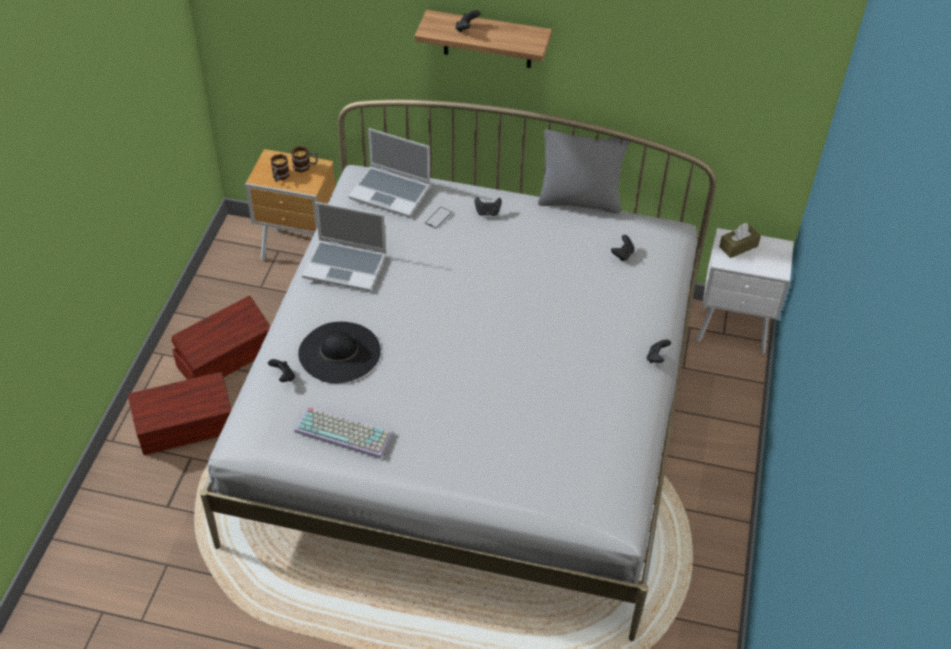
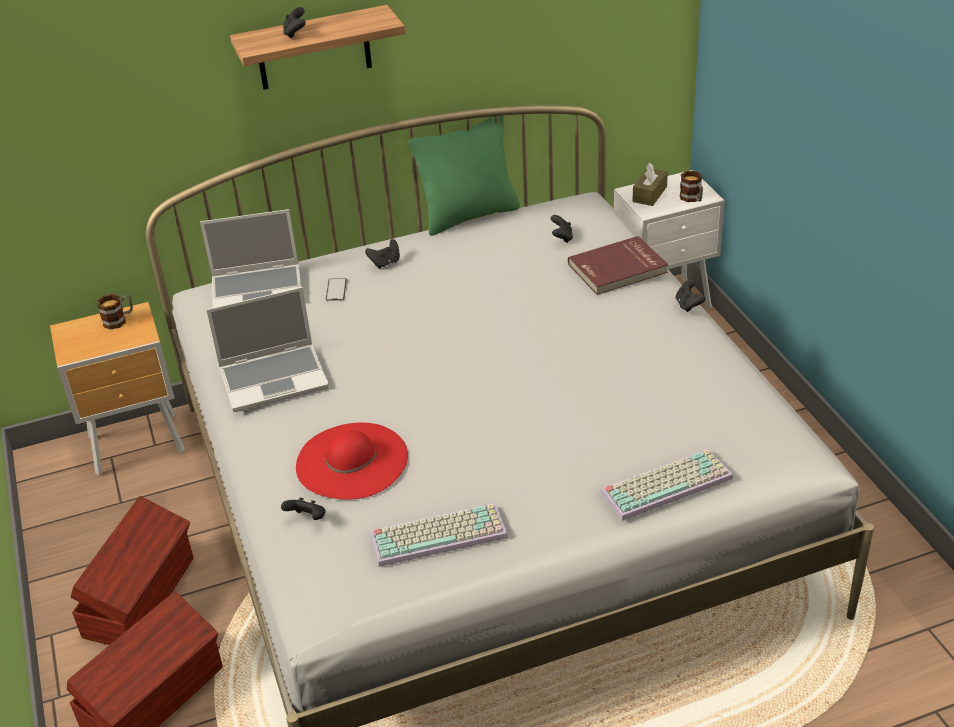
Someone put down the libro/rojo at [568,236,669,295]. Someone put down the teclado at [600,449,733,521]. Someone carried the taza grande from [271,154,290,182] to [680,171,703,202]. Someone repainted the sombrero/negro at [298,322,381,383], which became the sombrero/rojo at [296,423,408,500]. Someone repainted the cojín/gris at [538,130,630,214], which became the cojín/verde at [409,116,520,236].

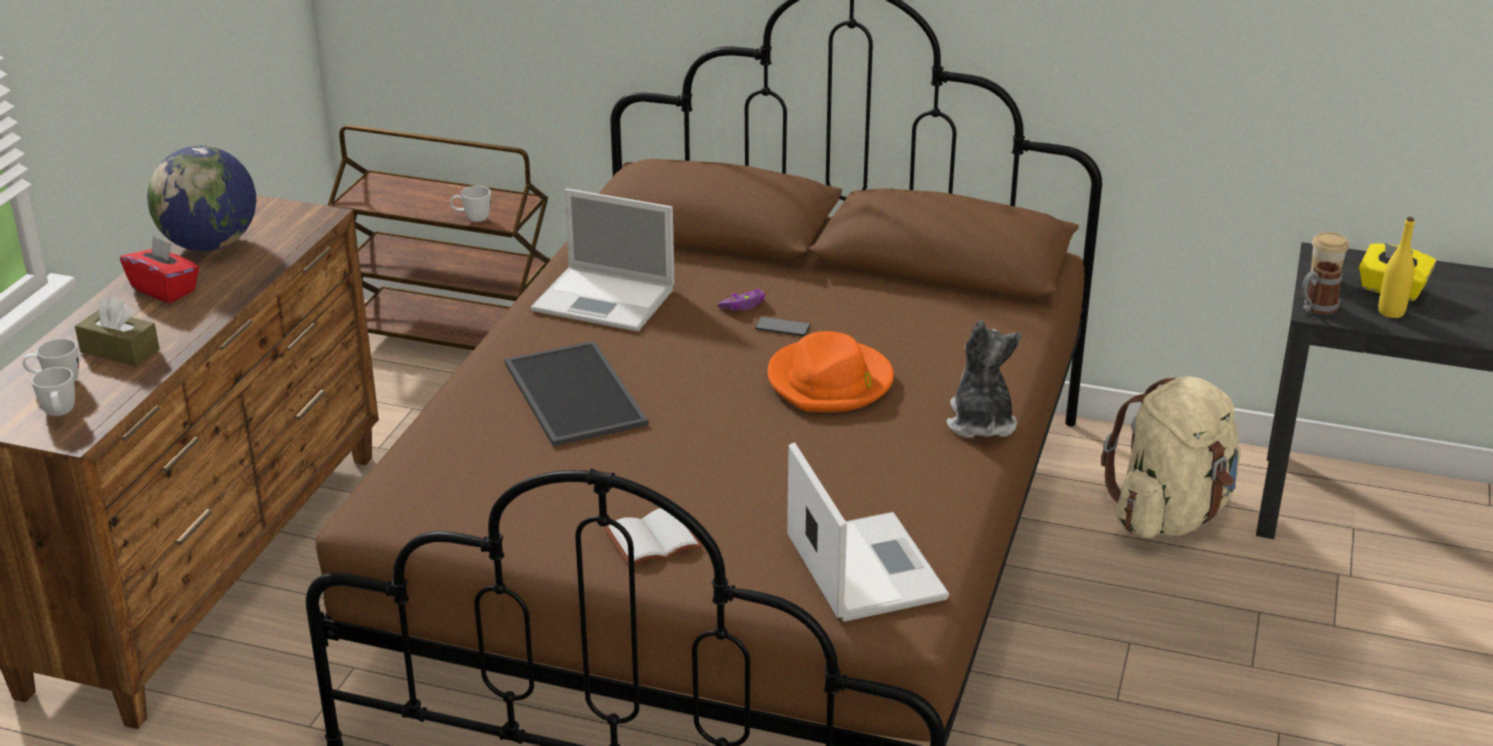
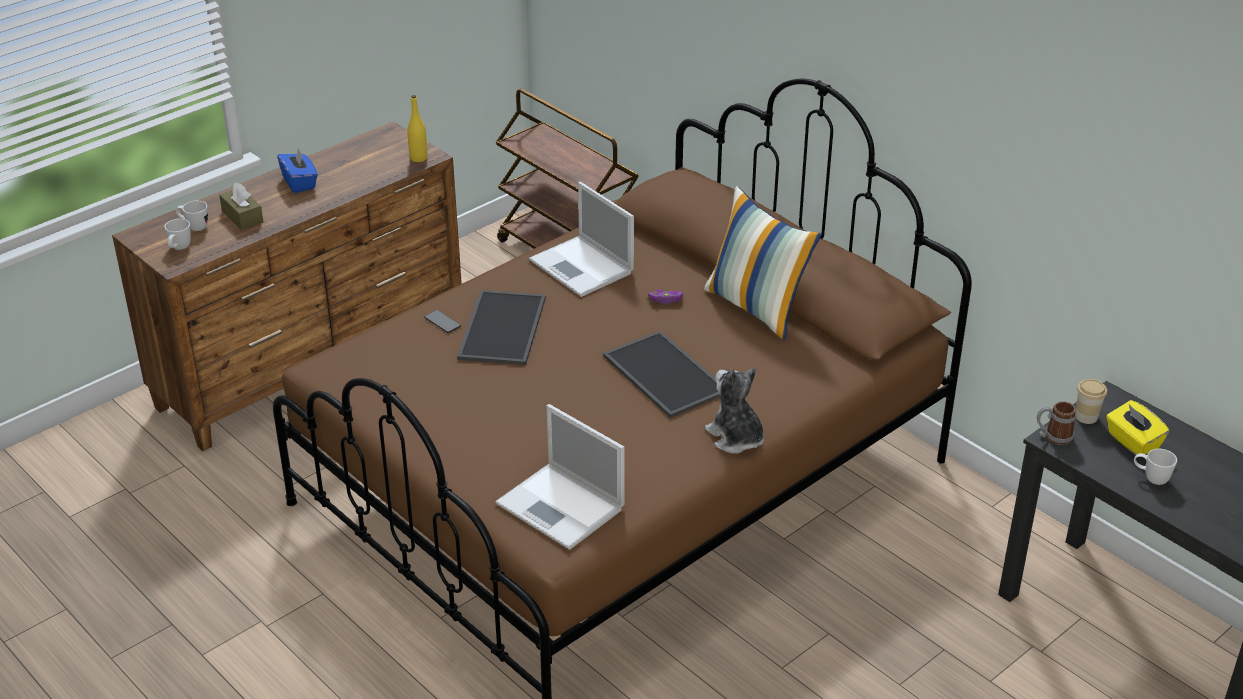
Someone took away the globo terráqueo at [147,146,256,251]. Someone took away the libro/blanco at [604,508,702,566]. Someone took away the mochila/beis at [1101,376,1241,538]. Someone put down the cojín at [704,186,821,340]. Someone carried the taza grande/blanco from [450,186,491,222] to [1134,449,1177,485]. Someone carried the móvil from [755,317,810,336] to [424,310,461,333]. Someone carried the botella/amarillo from [1378,217,1415,318] to [407,95,427,162]. Someone swapped the sombrero/naranja at [768,331,894,412] for the bandeja at [603,331,720,418]. Someone repainted the caja de pañuelos/rojo at [120,235,199,303], which became the caja de pañuelos/azul at [277,147,318,193]. Someone rotated the portátil at [787,442,949,622] by 120 degrees clockwise. Someone rotated the peluche at [946,320,1022,438] by 60 degrees counterclockwise.

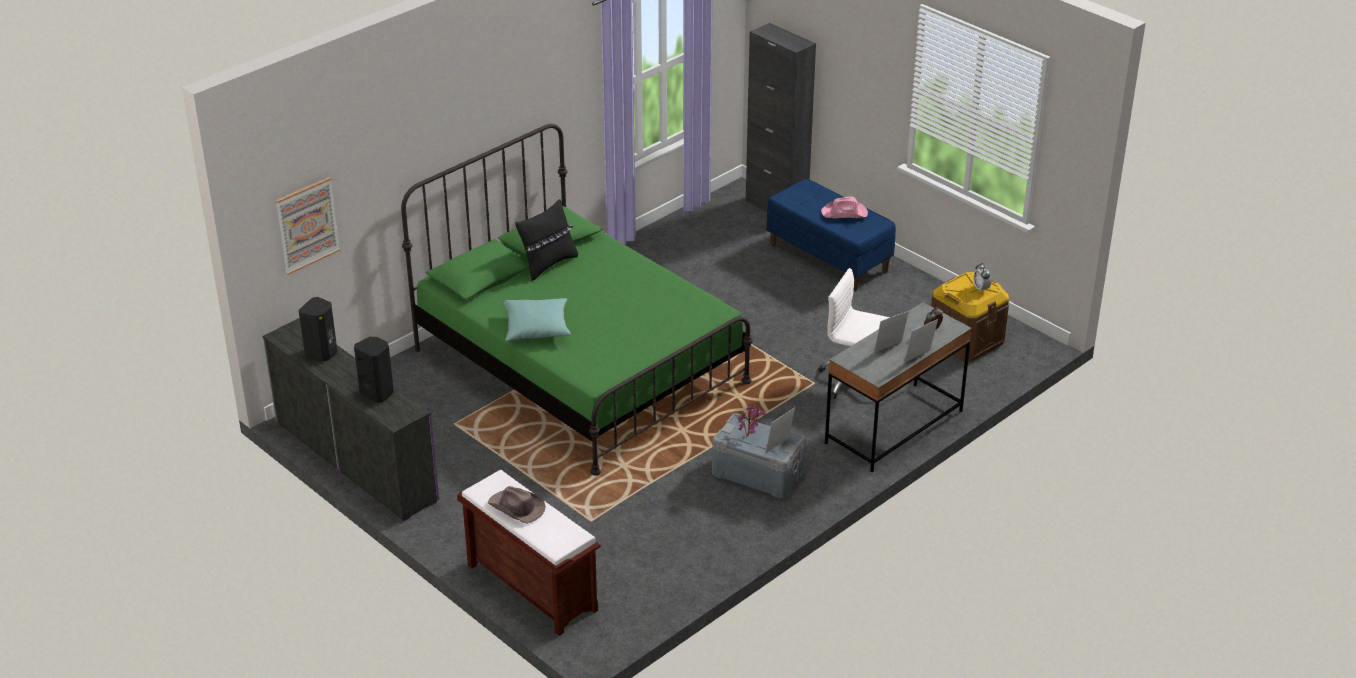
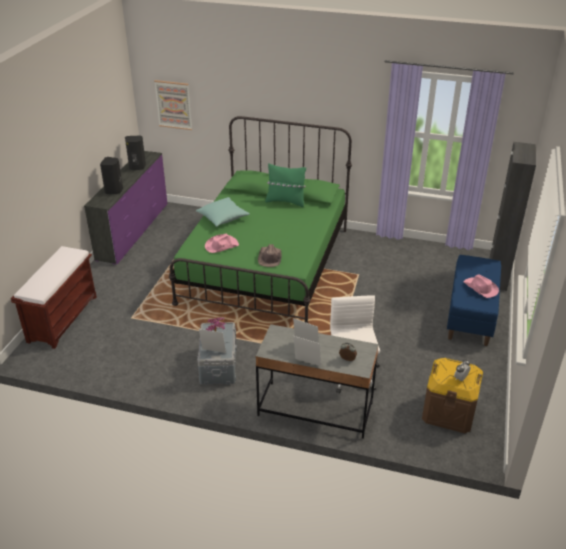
Someone put down the sombrero/rosa at [205,234,239,253]. Someone carried the sombrero/marrón from [488,486,546,524] to [258,244,282,267]. Someone repainted the cojín/negro at [515,199,578,281], which became the cojín/verde at [265,163,306,207].

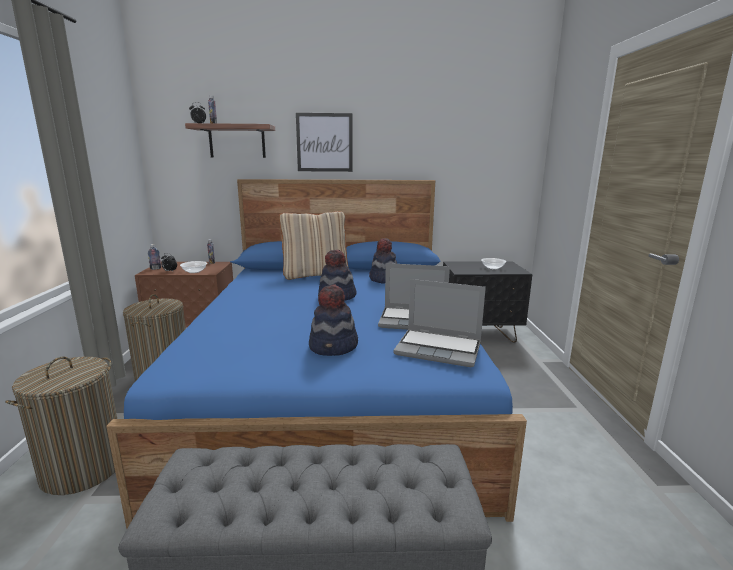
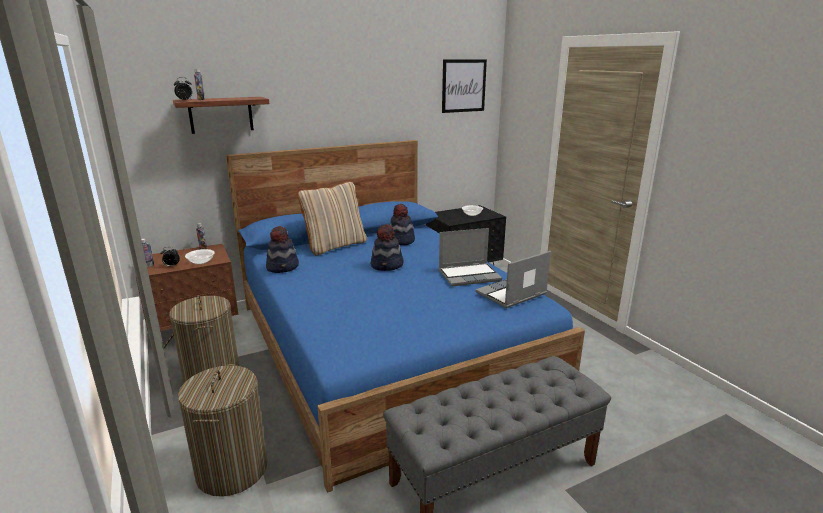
Someone carried the cuadro from [296,113,353,172] to [442,59,487,113]. Someone carried the sombrero from [309,284,358,356] to [266,226,299,273]. Someone rotated the portátil at [393,279,486,367] by 150 degrees clockwise.

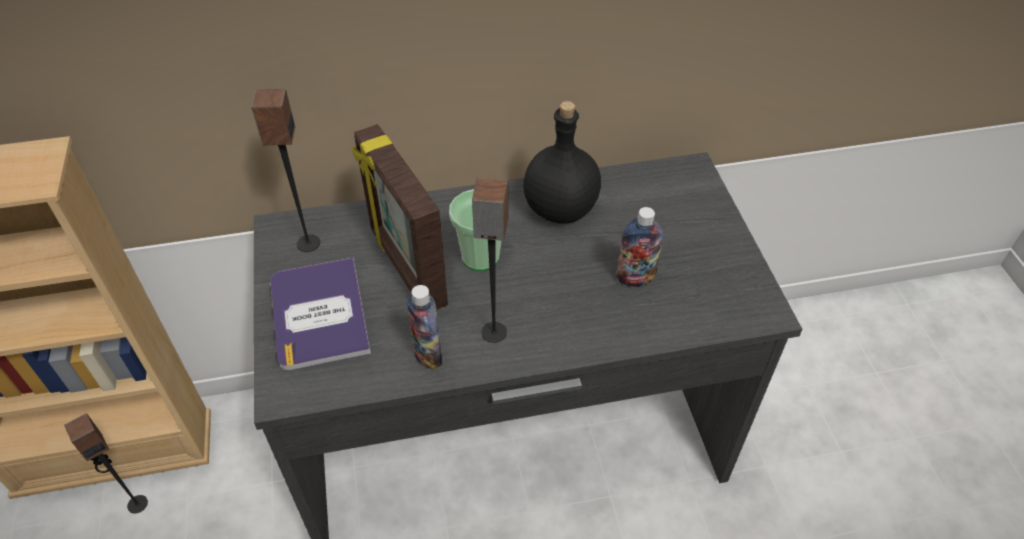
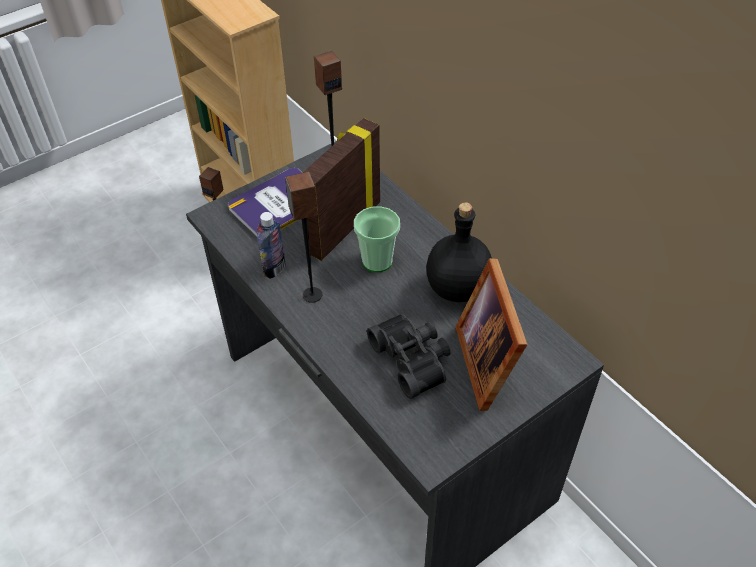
Someone put down the portarretratos at [456,258,527,411]. Someone swapped the botella at [616,207,664,287] for the prismáticos/negro at [367,313,451,399].

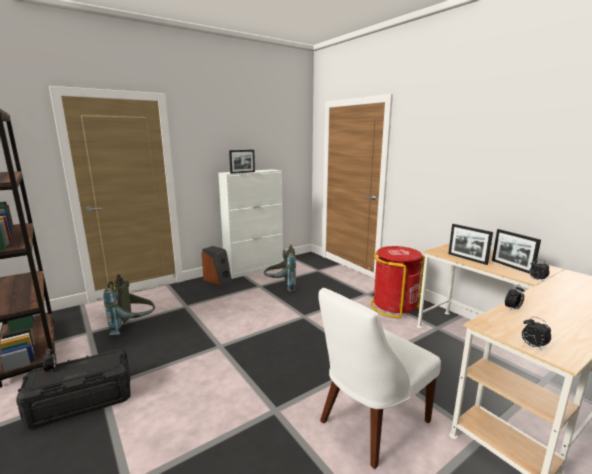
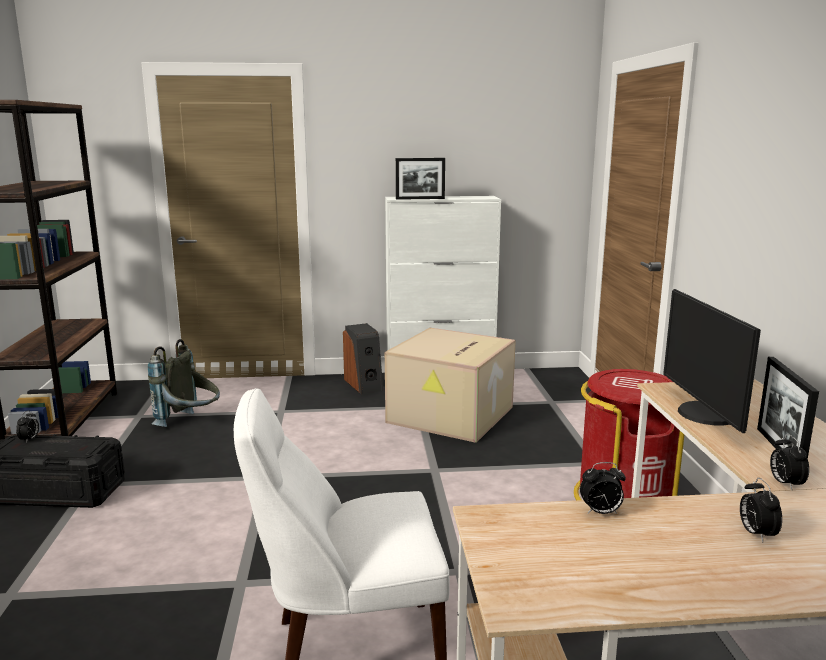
Someone carried the despertador from [522,317,551,350] to [740,478,782,543]. Someone swapped the mochila/gris at [264,244,296,292] for the caja de cartón at [385,328,516,443]. Someone swapped the portarretratos at [448,224,493,265] for the monitor at [663,289,761,433].

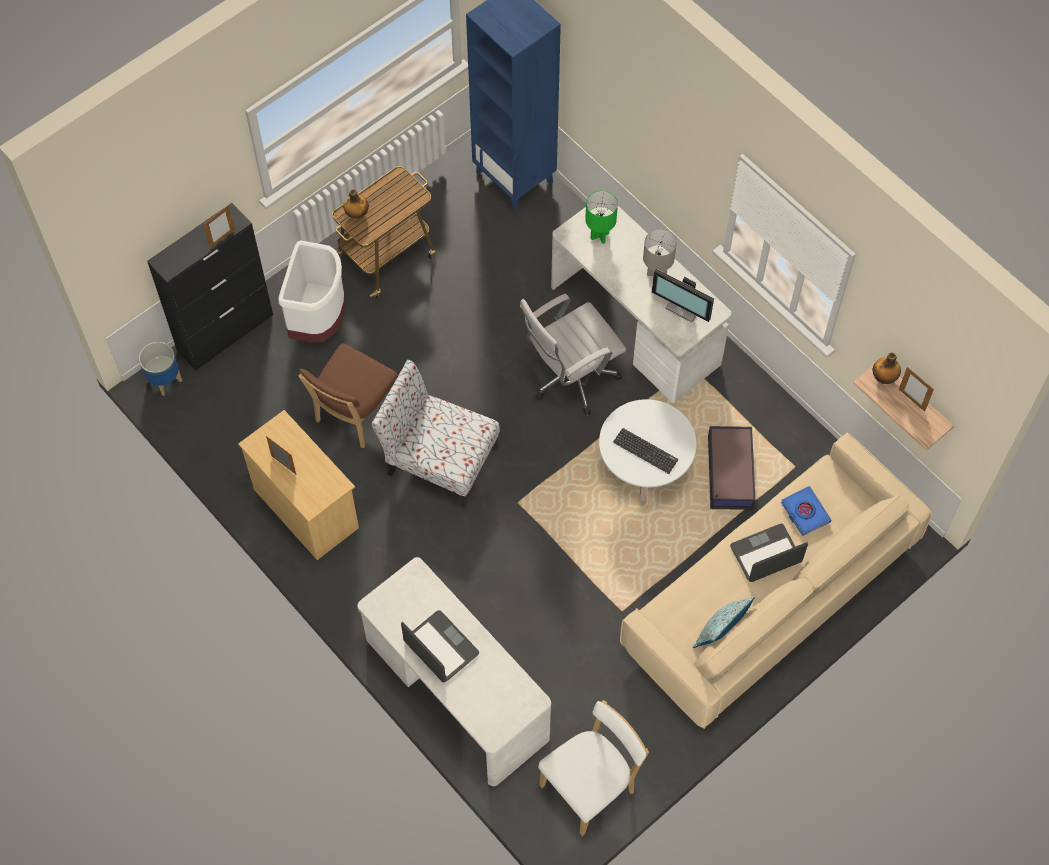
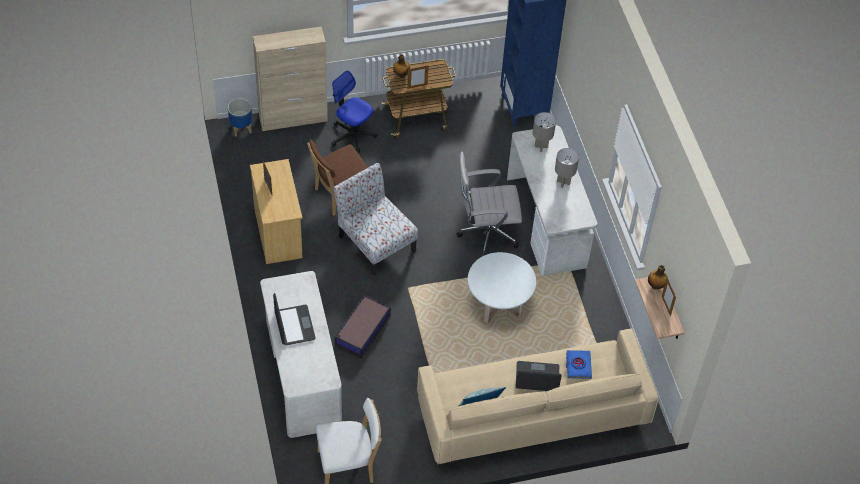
Someone took away the teclado at [613,428,678,474]. Someone took away the monitor at [652,269,714,323]. Someone carried the portarretratos from [203,205,235,249] to [407,65,429,89]. Someone carried the caja de almacenaje from [708,426,755,510] to [335,295,391,359]. Someone swapped the papelera/blanco at [278,240,345,342] for the silla de oficina at [331,70,377,154]. Someone repainted the armario/negro at [147,203,273,371], which became the armario/beis at [253,27,328,131]. Someone repainted the lámpara de mesa/verde at [585,191,618,244], which became the lámpara de mesa/gris at [533,112,556,152].

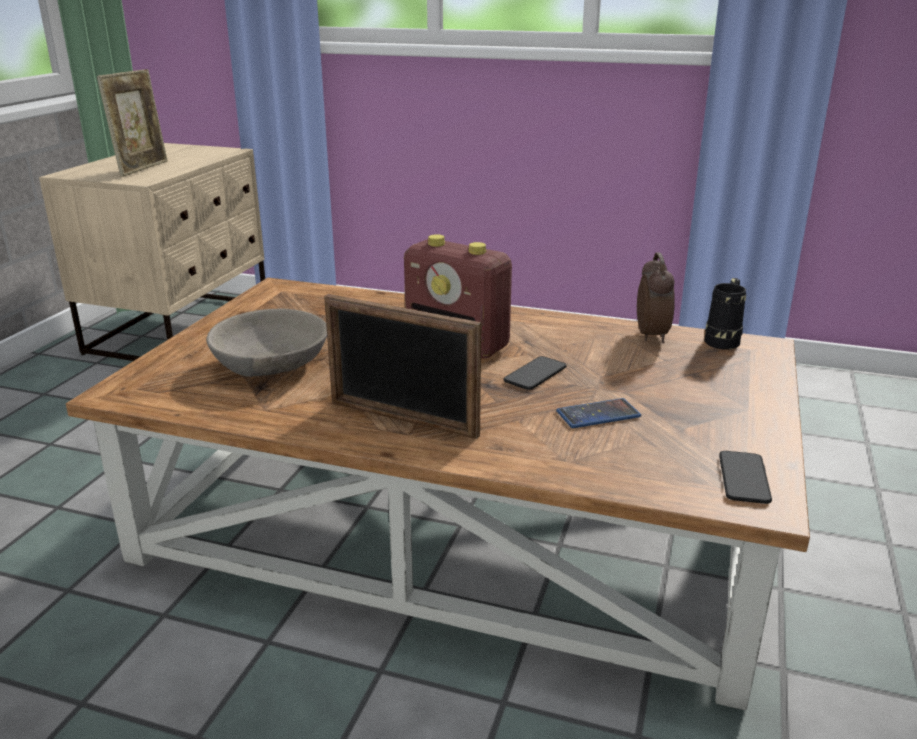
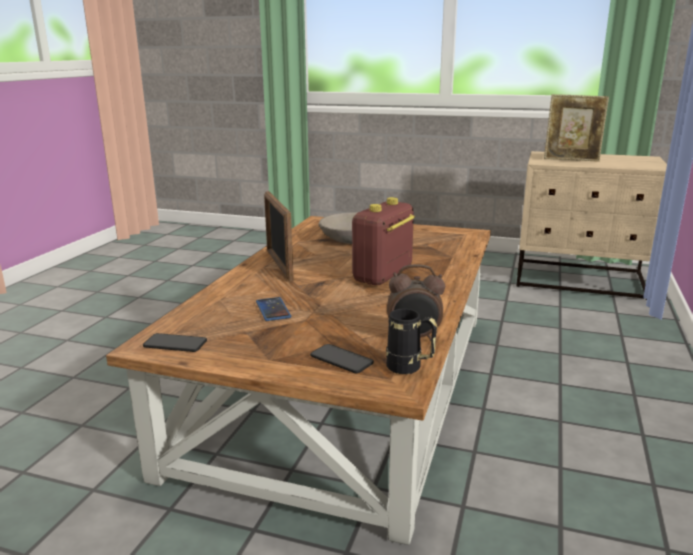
Someone carried the móvil from [503,356,567,390] to [310,344,374,373]. Someone rotated the portarretratos at [324,294,482,439] by 45 degrees counterclockwise.

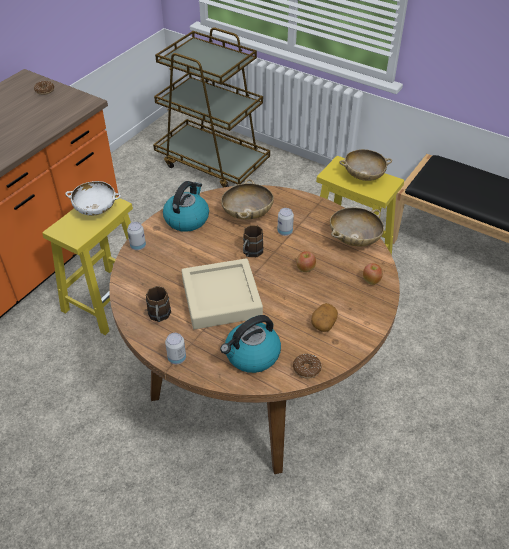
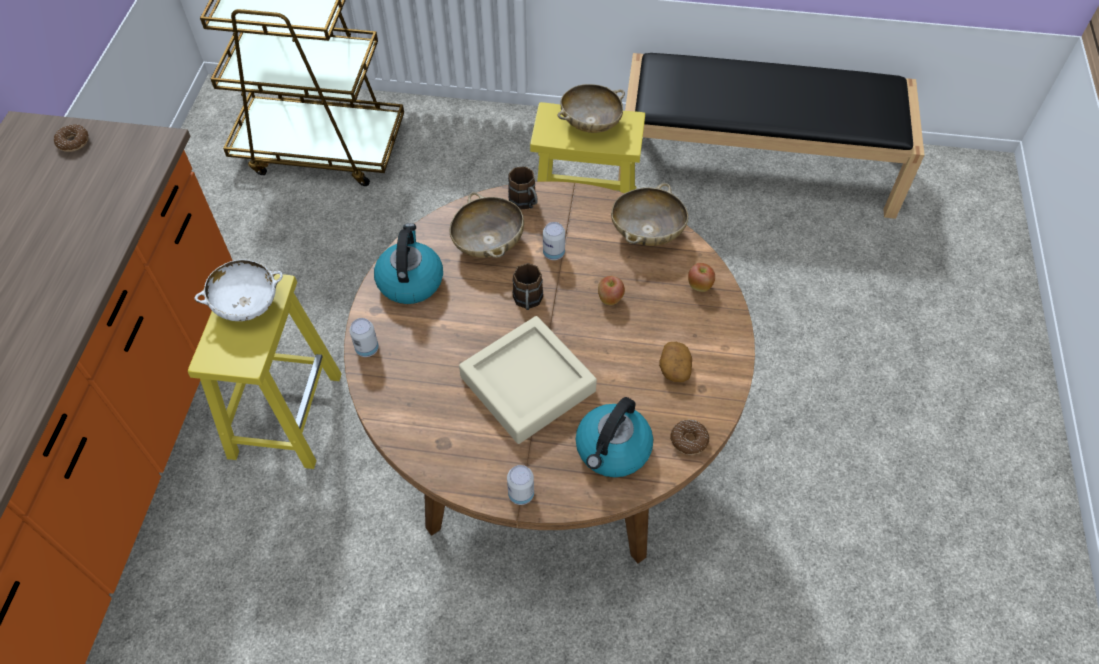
Someone carried the taza grande/marrón from [146,286,171,322] to [508,166,538,210].

